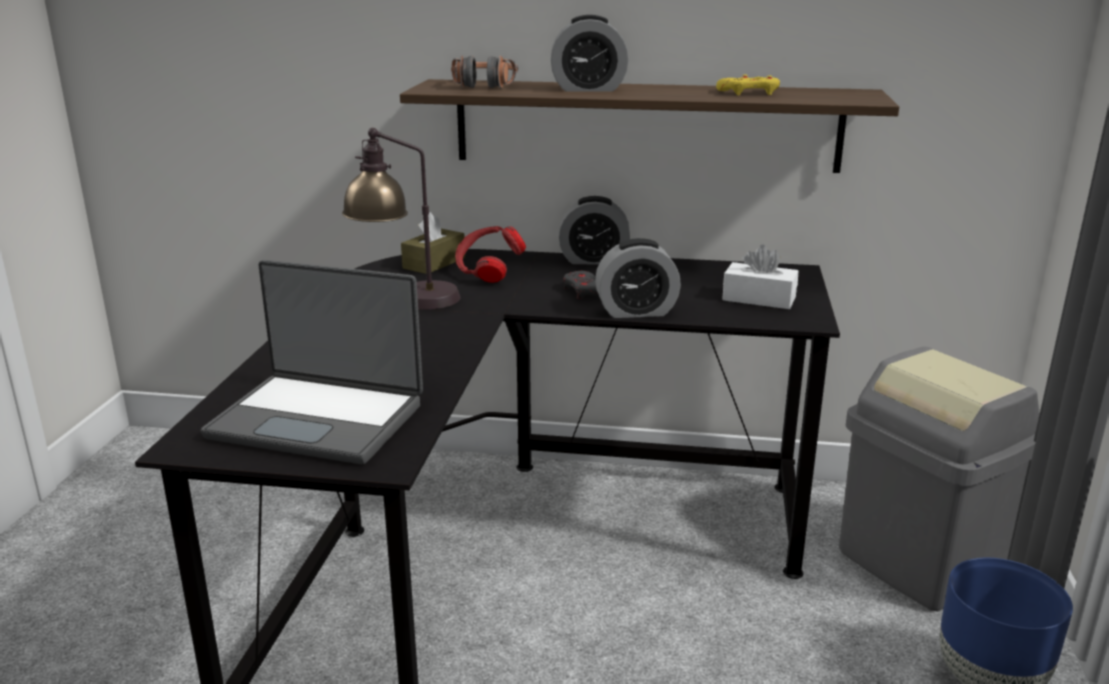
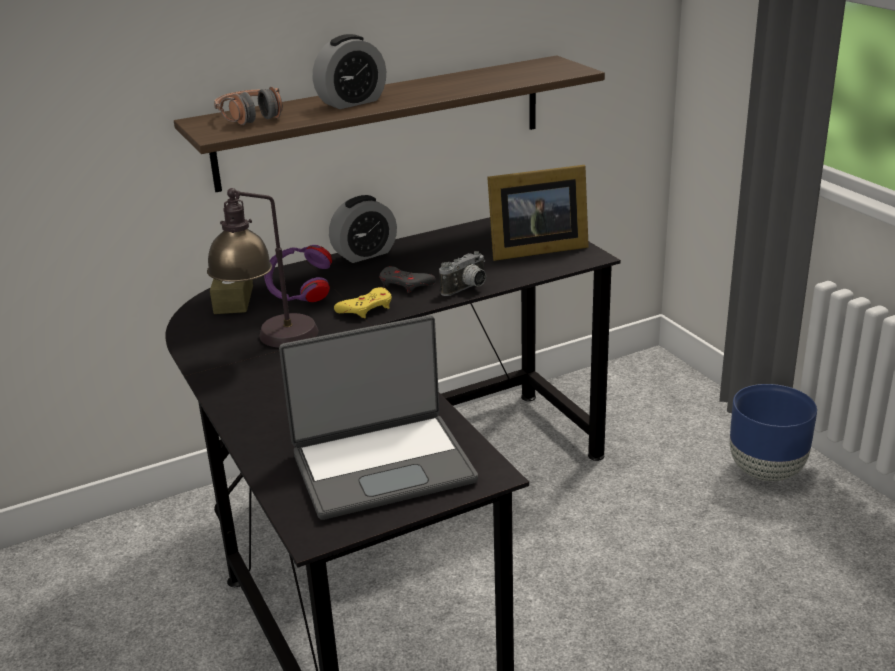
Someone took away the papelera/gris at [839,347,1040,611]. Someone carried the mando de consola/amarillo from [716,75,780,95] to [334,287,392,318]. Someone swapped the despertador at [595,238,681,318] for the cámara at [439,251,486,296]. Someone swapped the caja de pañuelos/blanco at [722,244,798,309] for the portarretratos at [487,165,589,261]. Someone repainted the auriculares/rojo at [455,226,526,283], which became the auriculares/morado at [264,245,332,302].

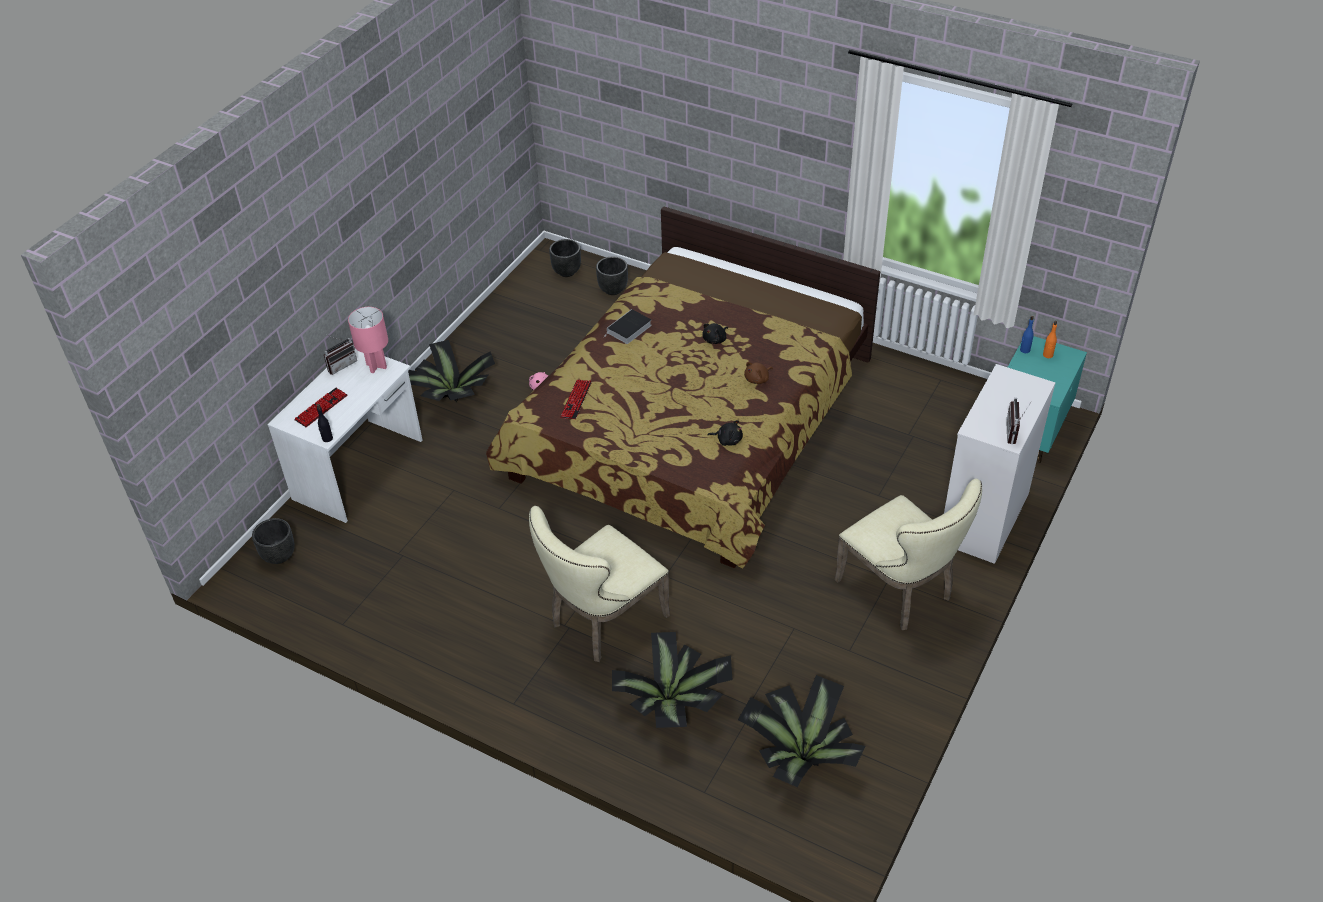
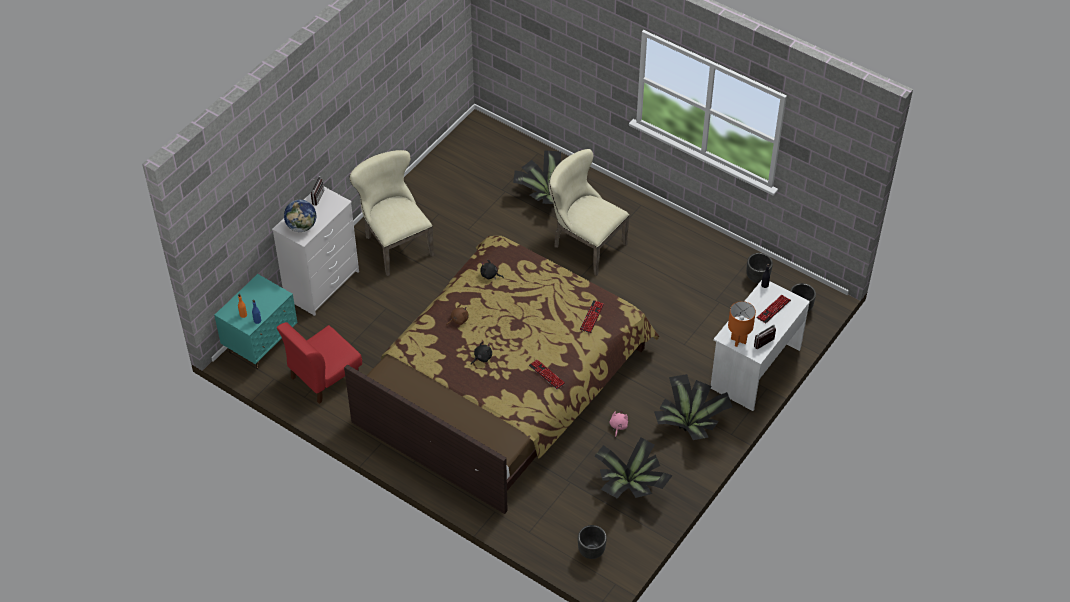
Someone put down the silla/rojo at [277,322,362,404]. Someone put down the globo terráqueo at [284,200,316,232]. Someone carried the maceta/negro from [596,257,628,295] to [747,253,773,283]. Someone carried the planta en maceta from [738,675,866,787] to [595,438,673,498]. Someone swapped the libro at [604,309,652,344] for the teclado at [529,359,566,389]. Someone repainted the lámpara de mesa/rosa at [348,307,388,373], which became the lámpara de mesa/naranja at [728,301,756,347]. Someone rotated the silla/beis at [529,506,670,662] by 105 degrees counterclockwise.

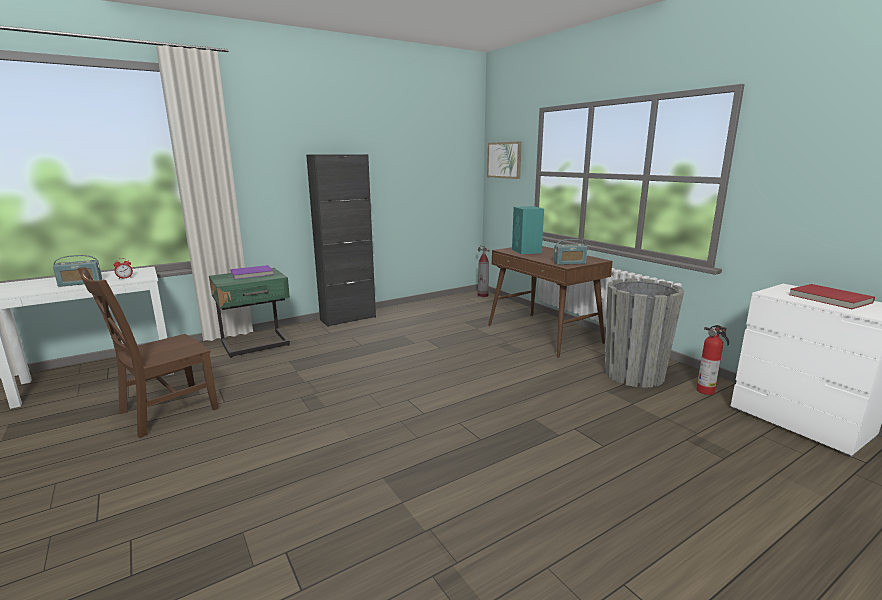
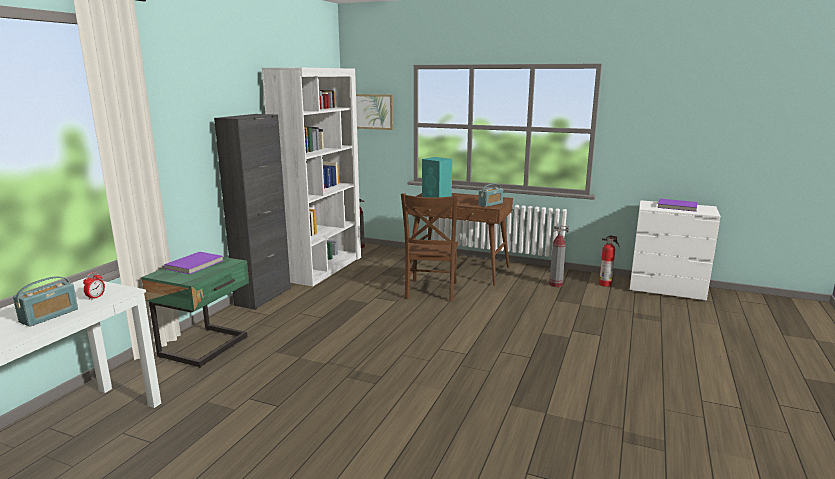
Someone put down the estantería/blanco at [262,68,361,286]. Someone carried the silla/marrón from [77,267,219,438] to [401,193,458,302]. Someone swapped the maceta/gris at [605,278,684,388] for the extintor at [549,226,569,287]. Someone repainted the libro/rojo at [789,284,875,309], which became the libro/morado at [657,199,698,212].

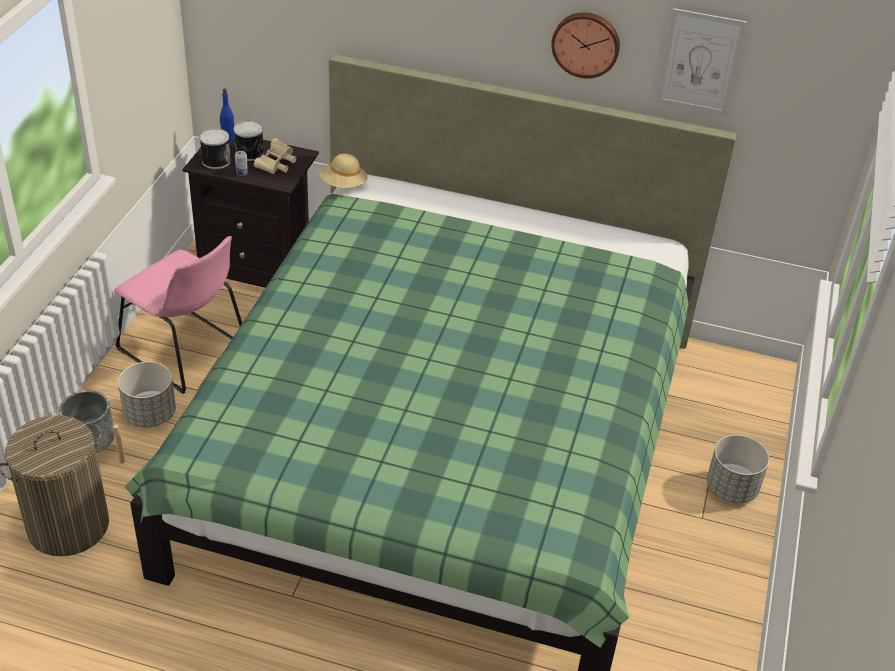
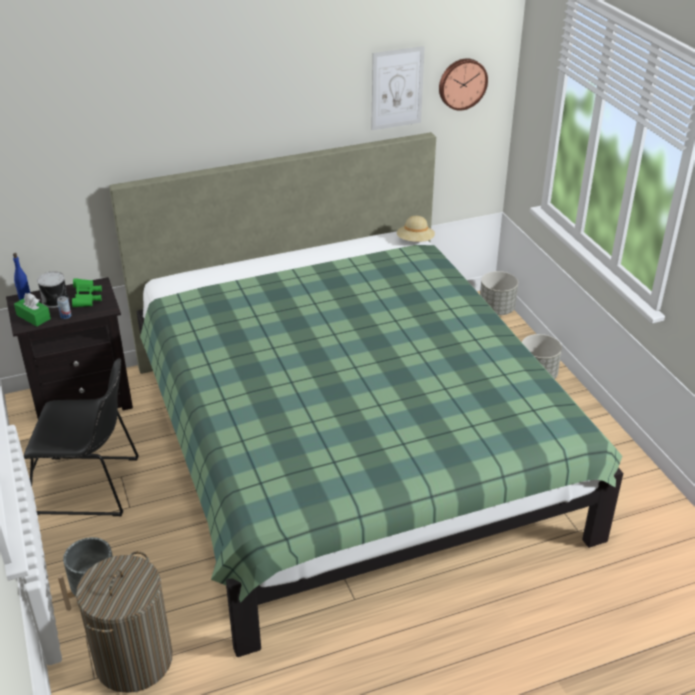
Someone carried the maceta/gris from [118,362,176,428] to [480,271,518,315]. Someone carried the sombrero/beis from [319,154,368,188] to [397,216,435,242]. Someone carried the reloj de pared from [551,12,620,79] to [439,58,488,111]. Someone swapped the lata at [200,128,231,169] for the caja de pañuelos/verde at [14,293,51,327]. Someone repainted the silla/rosa at [114,236,242,394], which became the silla/negro at [24,358,139,516]. Someone repainted the prismáticos/beis at [254,138,297,174], which became the prismáticos/verde at [72,278,102,307].

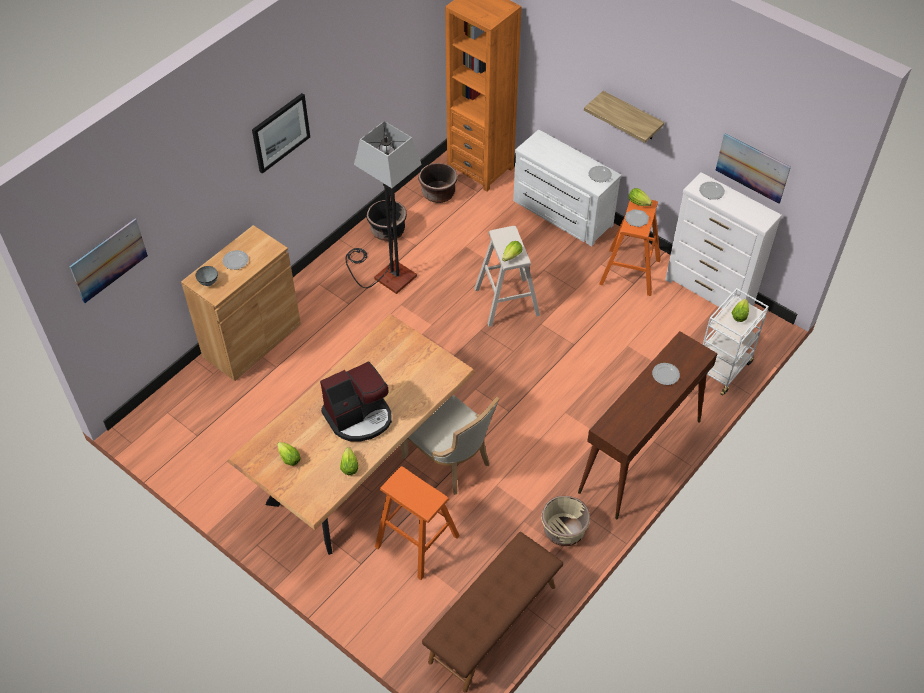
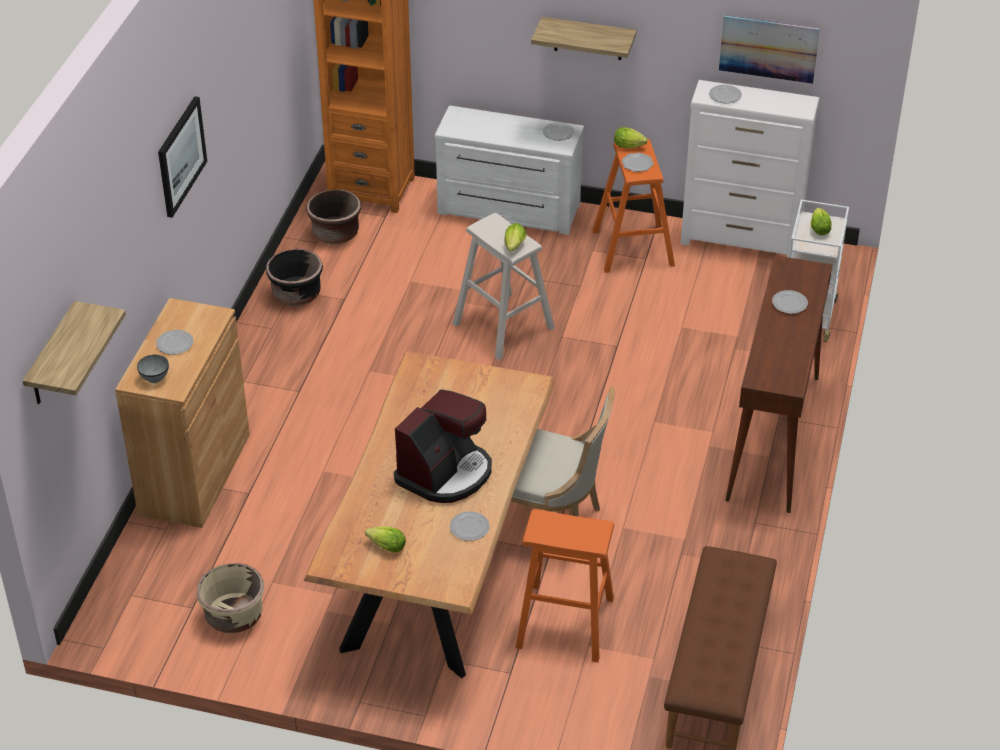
Someone took away the lámpara de pie at [346,121,422,294]. Someone carried the maceta/beis from [541,496,590,546] to [196,563,264,633]. Someone swapped the cuadro at [69,218,148,303] for the estante at [23,301,126,404]. Someone swapped the lechuga at [340,447,358,475] for the plato at [450,511,490,541].

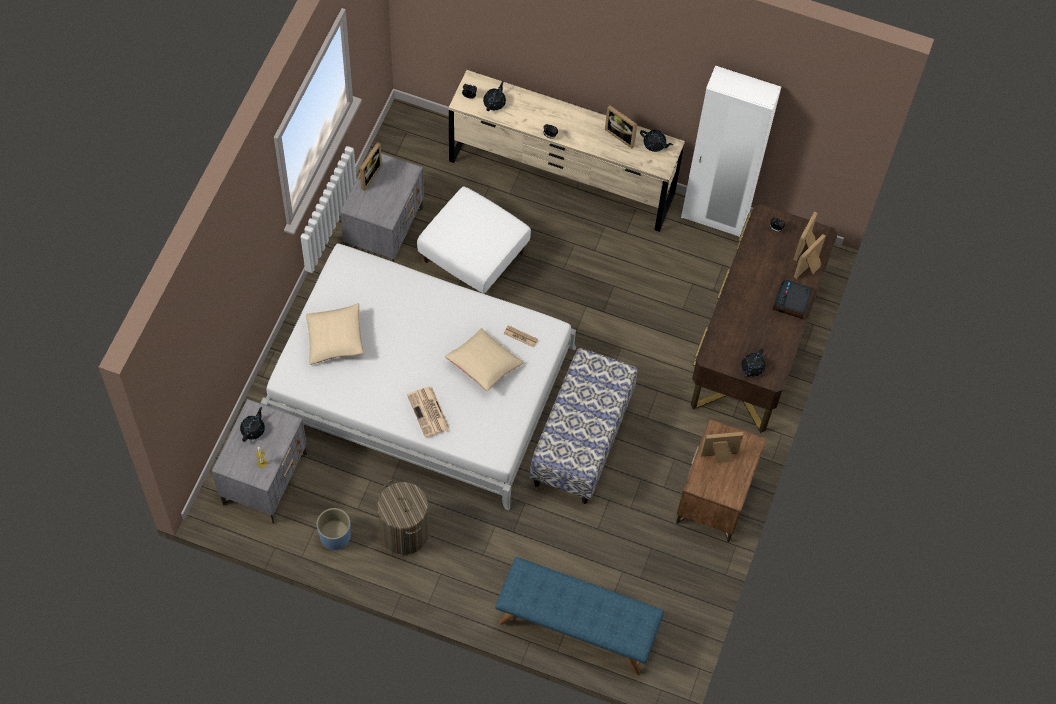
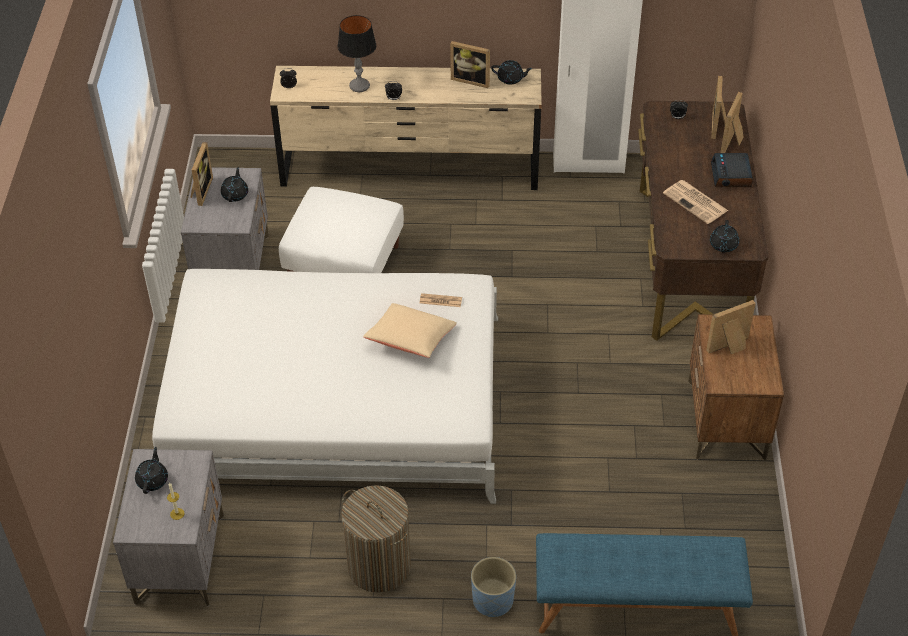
Someone took away the cojín/beis at [306,303,363,365]. Someone took away the banco at [530,348,637,504]. Someone put down the lámpara de mesa at [337,15,377,92]. Someone carried the maceta/azul from [317,508,351,550] to [471,557,516,618]. Someone carried the periódico from [407,387,450,438] to [663,180,728,224]. Someone carried the tetera/negro from [483,81,506,111] to [221,167,248,202].

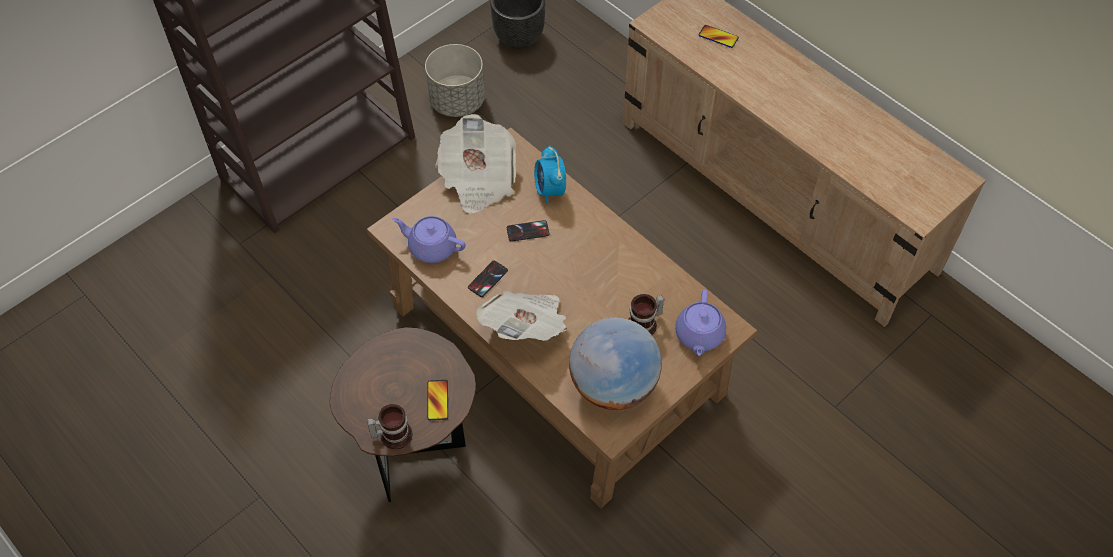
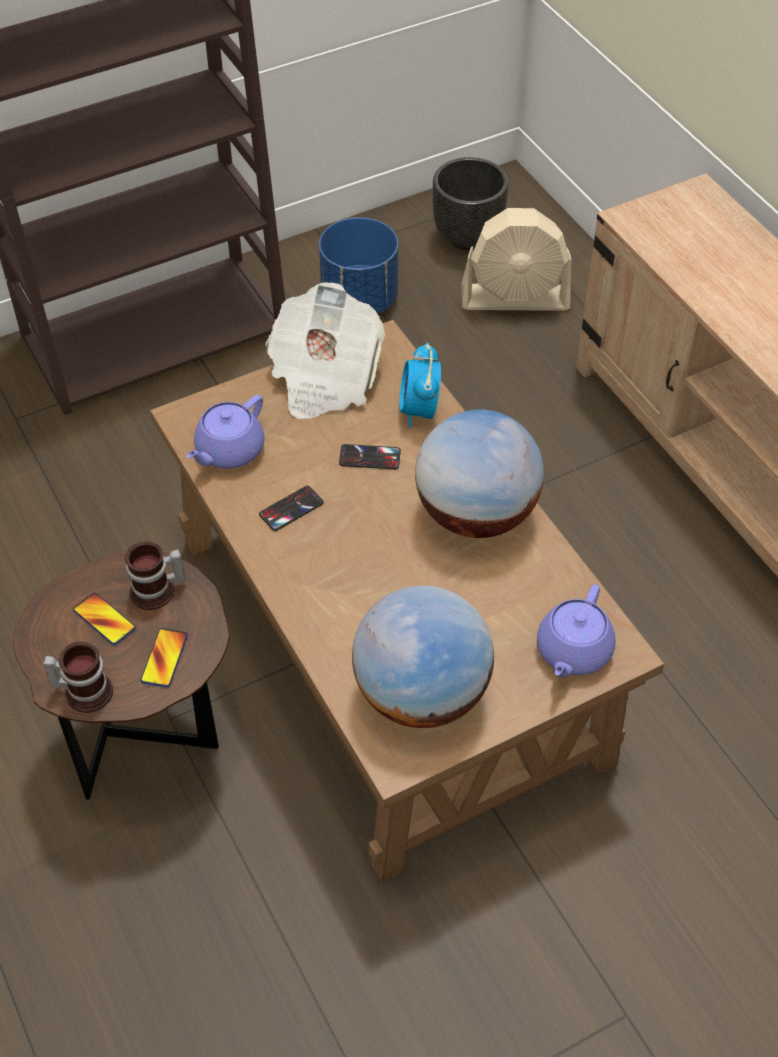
Someone took away the periódico at [476,291,567,341]. Someone put down the globo terráqueo at [415,409,544,538]. Someone put down the ventilador/beis at [461,208,572,311]. Someone carried the taza grande from [629,294,665,335] to [125,542,186,610]. Someone carried the móvil from [698,25,739,48] to [73,592,136,645]. Someone repainted the maceta/gris at [425,44,485,117], which became the maceta/azul at [319,217,398,314]. Someone rotated the tetera/morado at [392,216,466,263] by 90 degrees counterclockwise.

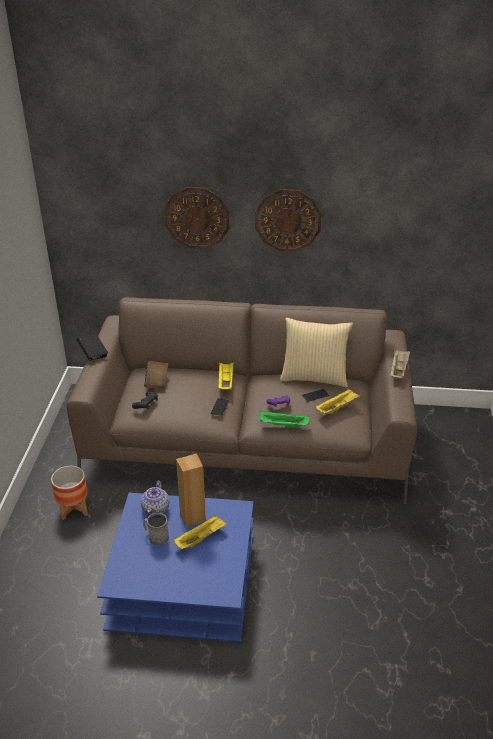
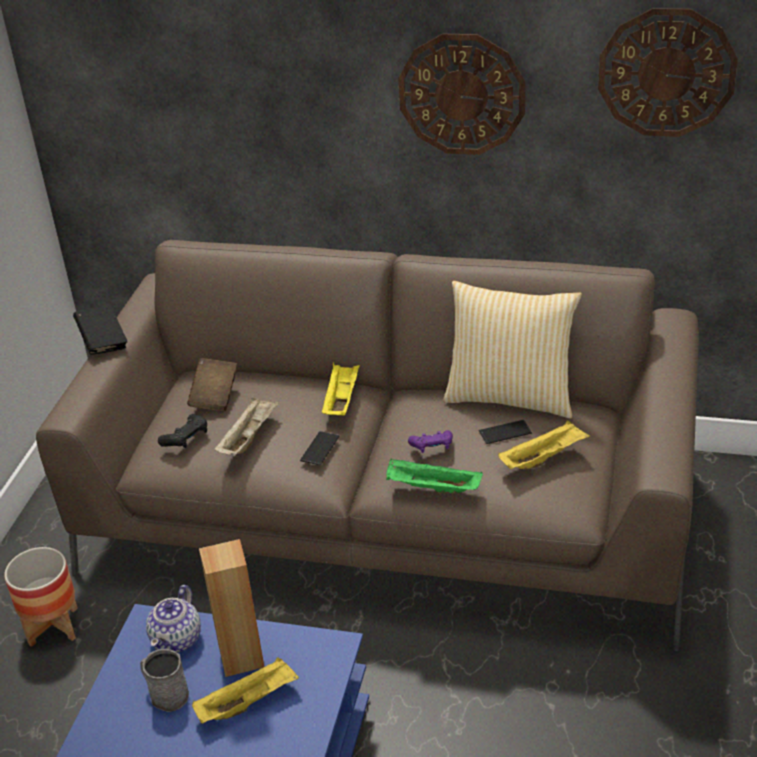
Someone carried the reloj de pared from [164,187,230,249] to [598,8,738,137]. Someone carried the bandeja/beis from [390,349,410,379] to [214,397,279,456].

